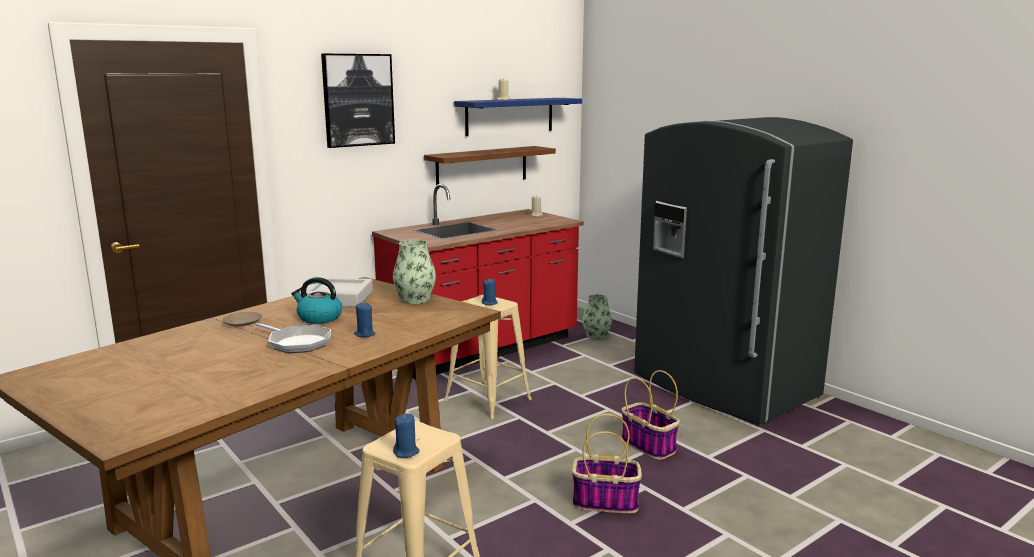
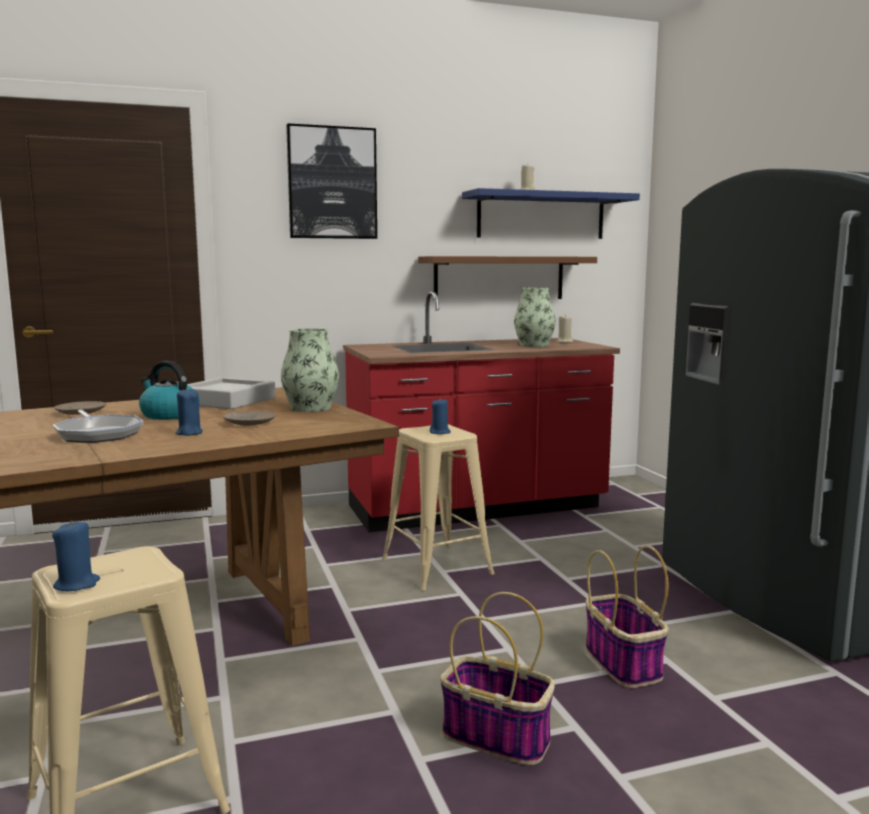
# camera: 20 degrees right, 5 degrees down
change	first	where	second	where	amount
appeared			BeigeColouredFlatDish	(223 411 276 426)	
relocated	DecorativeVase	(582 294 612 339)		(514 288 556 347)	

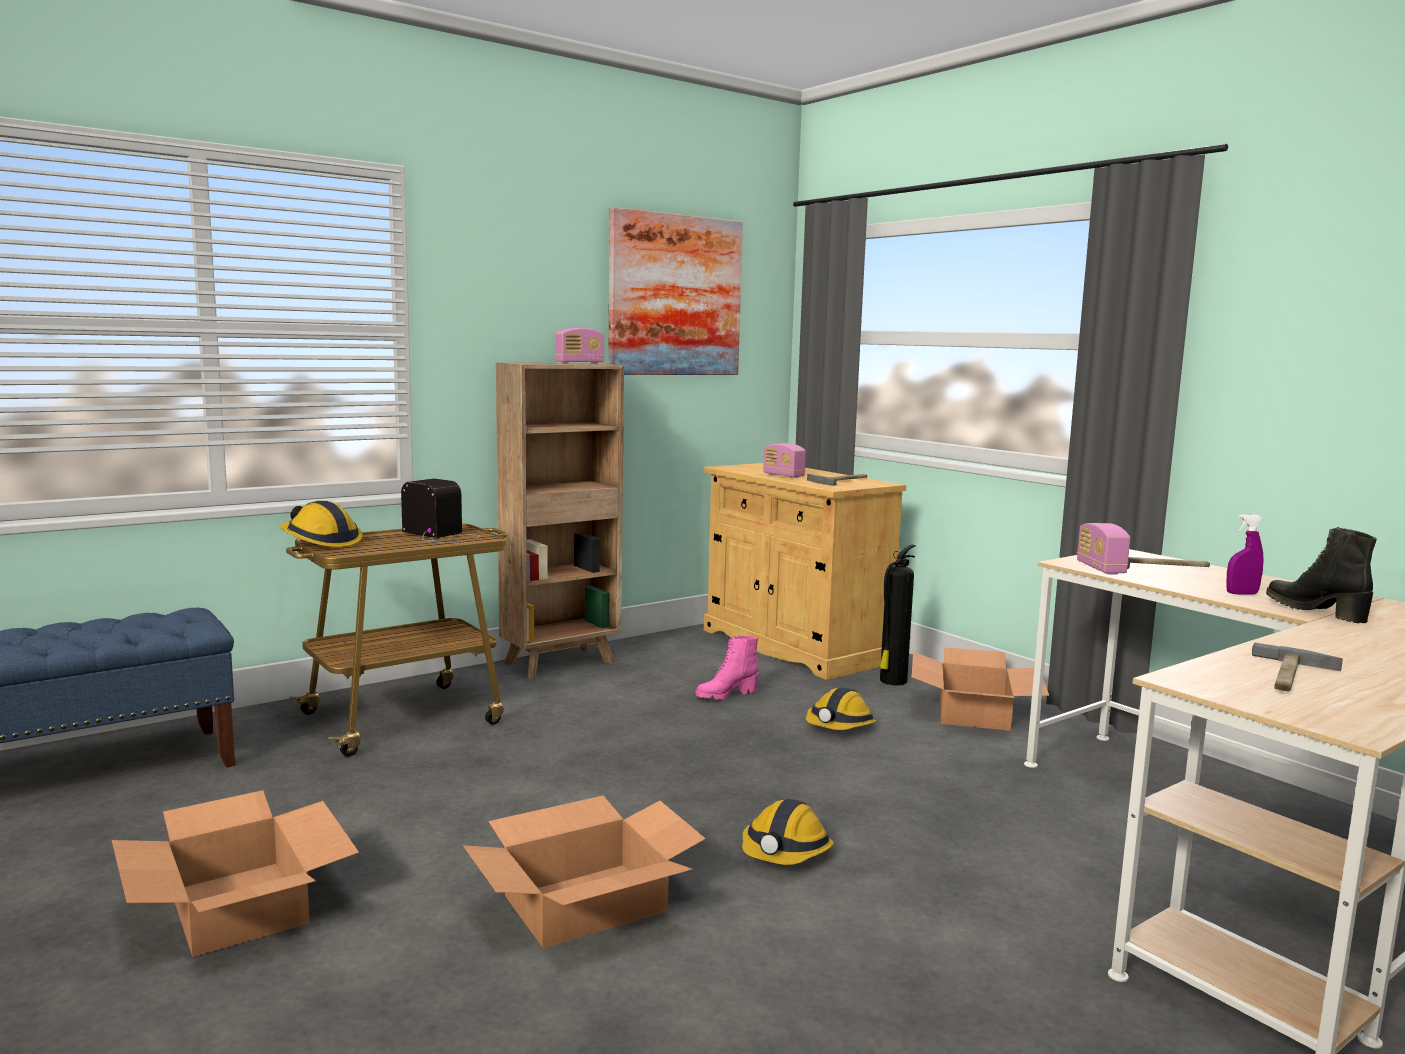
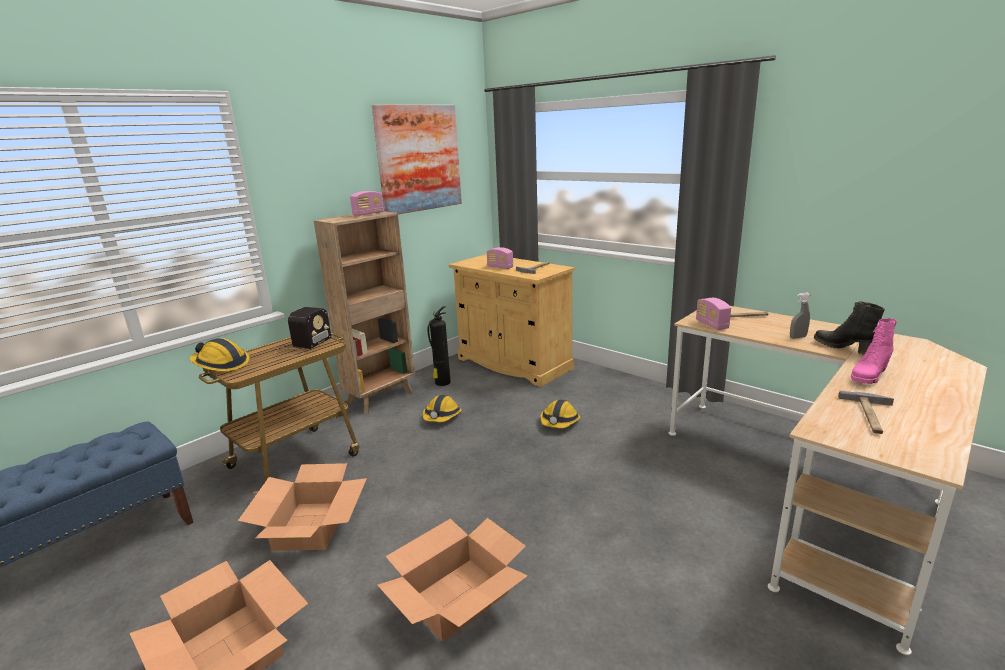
# camera: 10 degrees left, 10 degrees up
change	first	where	second	where	amount
relocated	Carton	(912 647 1049 731)		(238 463 367 551)	
spun	RadioSet	(401 478 480 544)		(274 307 331 356)	90 degrees clockwise
relocated	WorkHelmet	(742 799 834 865)		(423 395 462 422)	
relocated	FireExtinguisher	(879 545 916 686)		(428 306 451 386)	
colour	PurplishHandSprayer	(1226 514 1264 595)	GreyHandSprayer	(790 293 810 339)	
relocated	PinkishHighTopBoot	(695 636 758 700)		(851 318 897 384)	

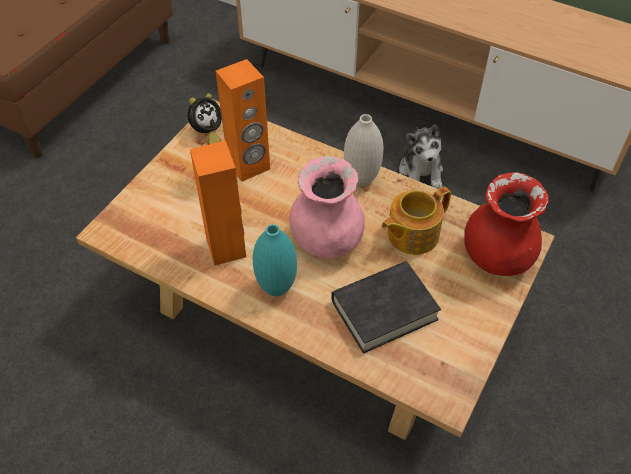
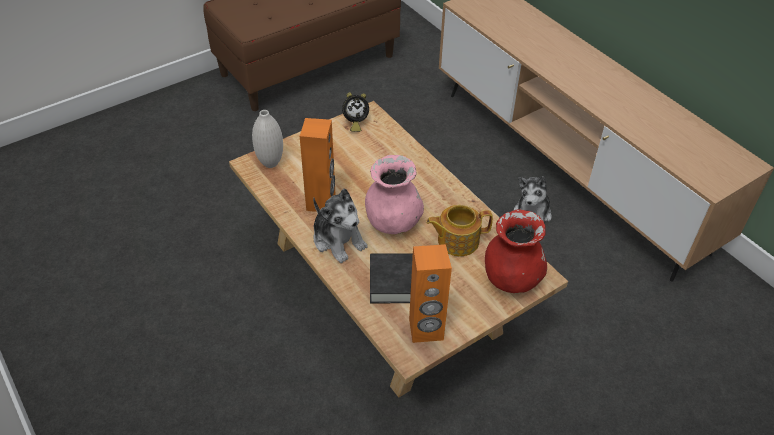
# camera: 25 degrees right, 5 degrees down
change	first	where	second	where	amount
relocated	WhitishDecorativeVase	(344 114 383 187)		(252 110 283 168)	
exchanged	BlueGreenDecorativeVase	(253 224 297 296)	CuddlyToy	(313 188 368 263)	
relocated	OrangeAudioSpeaker	(216 59 270 182)		(409 244 452 343)	

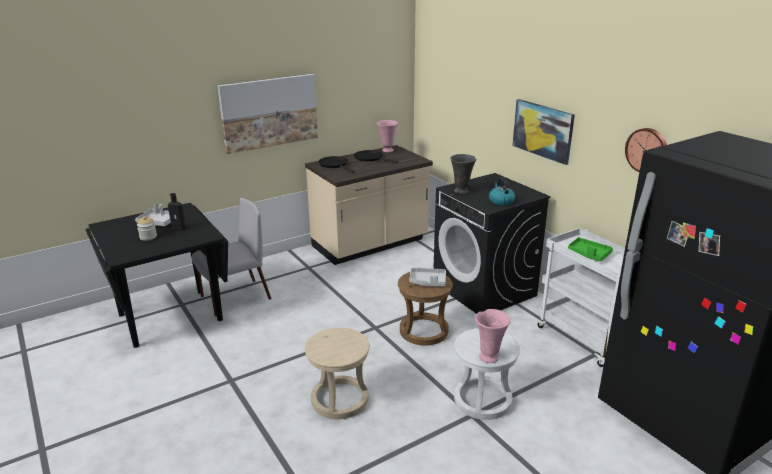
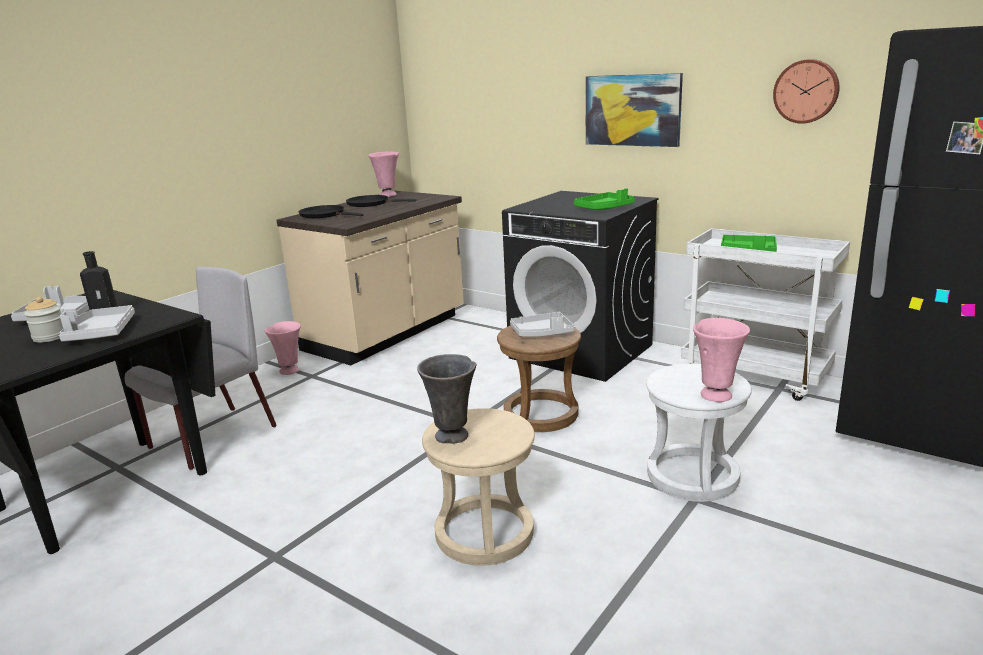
# camera: 20 degrees left, 5 degrees down
change	first	where	second	where	amount
appeared			GreyCarryingTray	(59 305 135 342)	
appeared			PinkishDecorativeVase	(265 321 301 375)	
relocated	GreyDecorativeVase	(450 154 476 194)		(417 354 476 444)	
exchanged	TeaKettle	(489 178 515 206)	GreenCarryingTray	(574 188 635 210)	
missing	Picture	(217 74 318 154)			

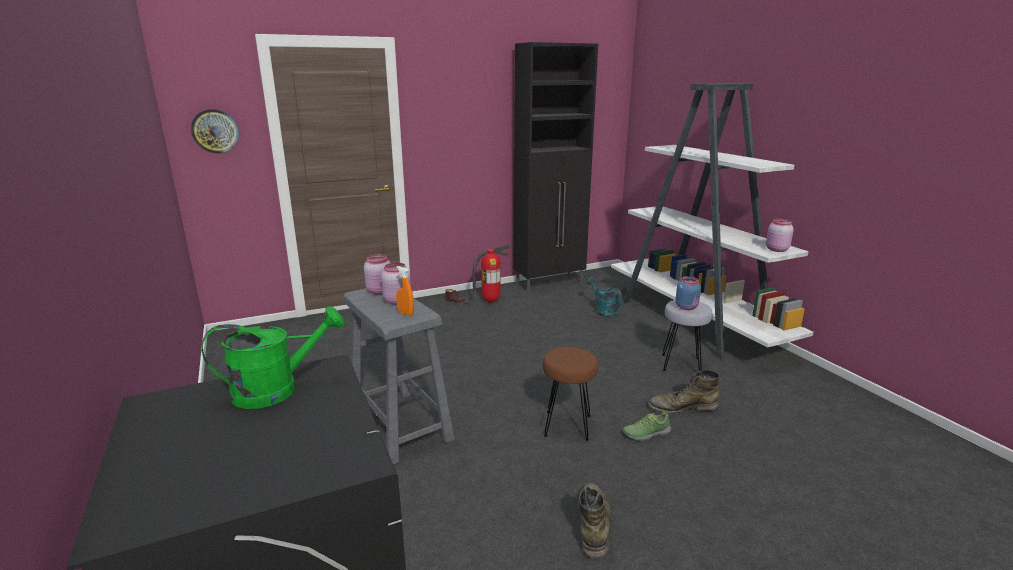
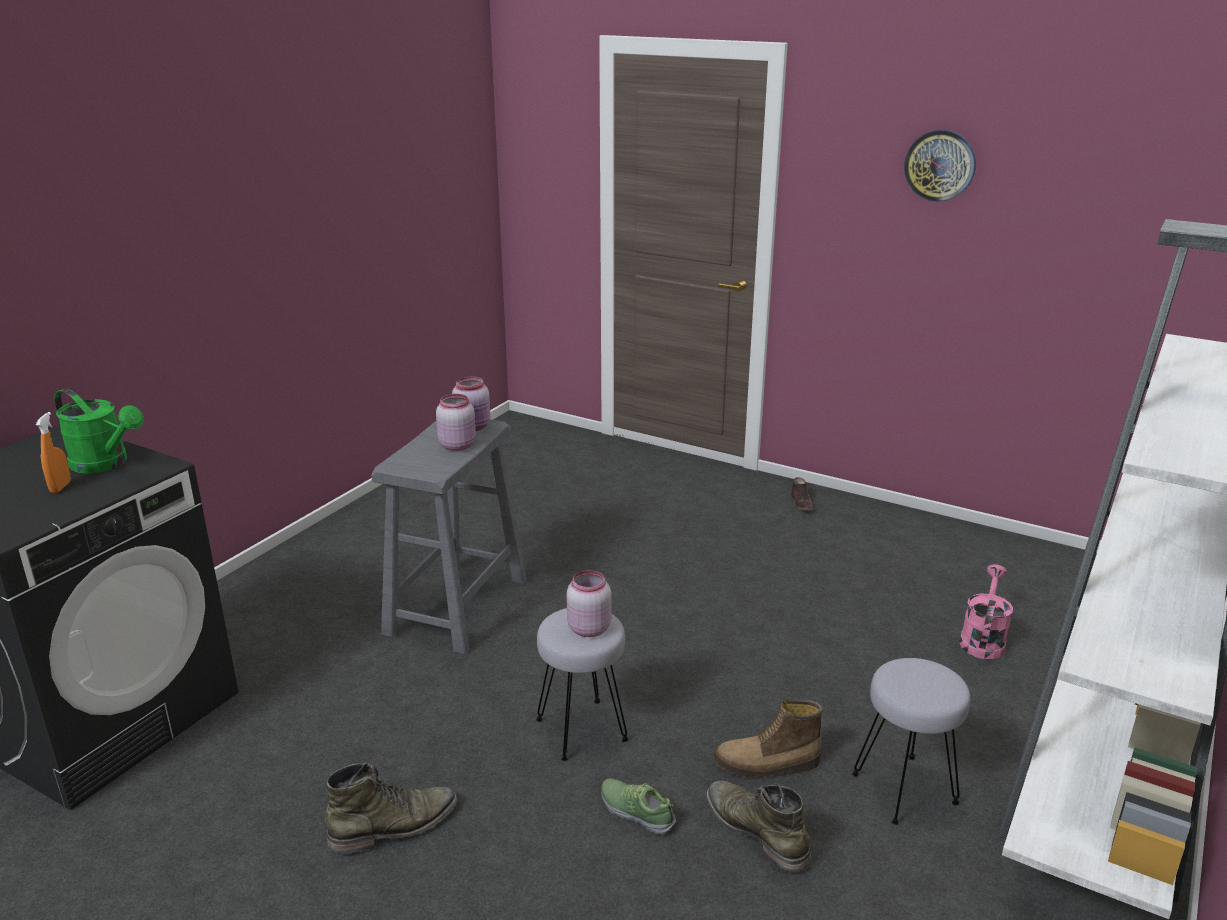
# camera: 55 degrees right, 5 degrees up
change	first	where	second	where	amount
relocated	OrangeHandSprayer	(396 266 414 316)		(36 412 71 493)	
colour	BrownStool	(543 347 598 441)	GreyStool	(536 608 629 761)	
relocated	PinkishJar	(766 218 793 252)		(567 570 612 637)	
appeared			HighTopBoot	(713 699 823 779)	
relocated	ClockOnTheWall	(191 109 239 154)		(904 129 976 202)	
colour	BlueGreenSprinklingCan	(587 277 622 318)	PinkishSprinklingCan	(959 565 1013 659)	
missing	FireExtinguisher	(472 244 510 302)			
missing	BlackColouredStorageCabinet	(514 42 598 292)			
missing	BluishJar	(675 276 701 310)			

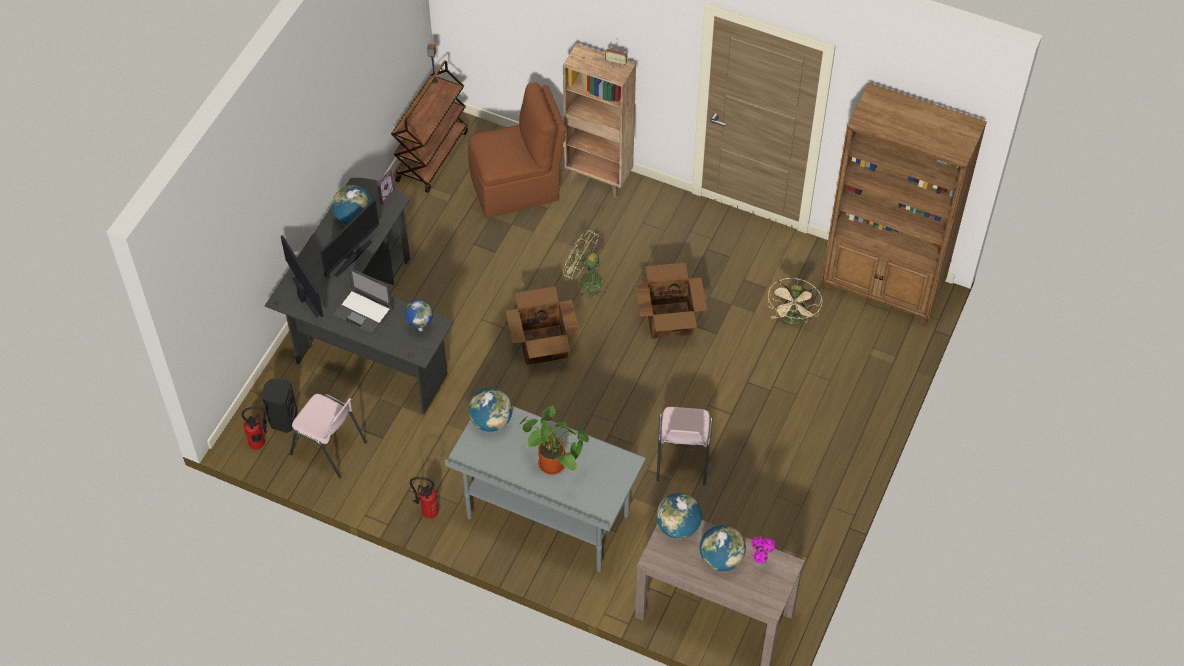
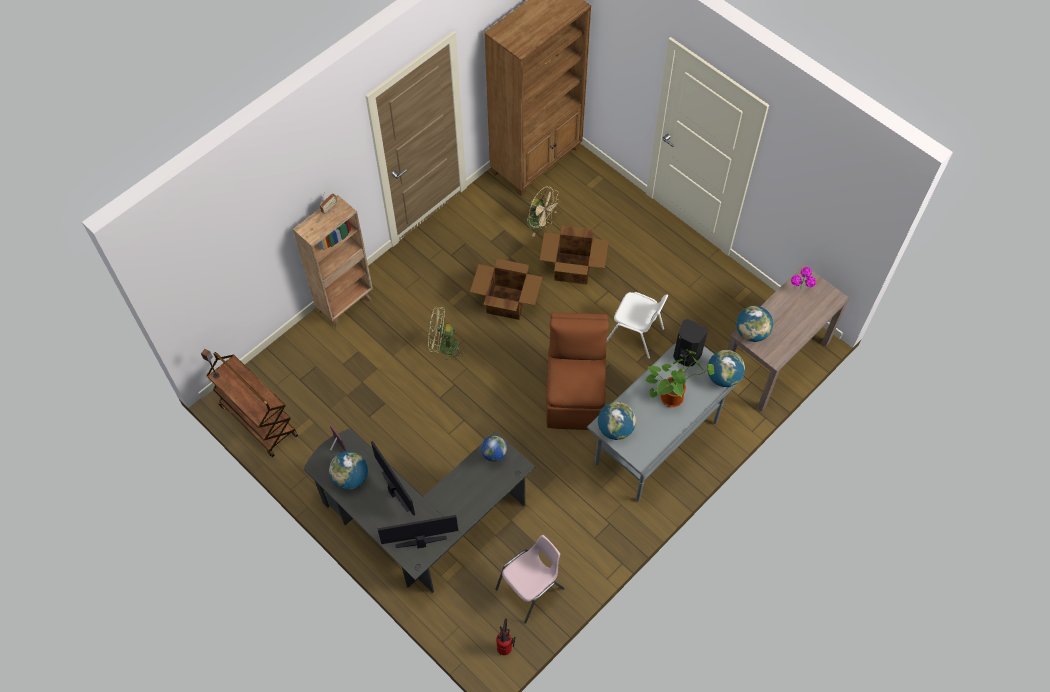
# camera: 70 degrees left, 5 degrees up
change	first	where	second	where	amount
spun	GreenFan	(563 230 606 298)		(428 307 465 361)	45 degrees clockwise
relocated	Carton	(505 286 580 365)		(540 226 609 285)	
relocated	BrownUprightChair	(468 82 566 218)		(546 312 609 430)	
colour	PinkishUprightChair	(656 407 713 485)	WhitishUprightChair	(606 292 668 359)	
relocated	BlackColouredAudioSpeaker	(262 379 298 433)		(673 319 708 367)	
relocated	WorldGlobe	(700 525 746 571)		(708 350 745 387)	
missing	NotebookComputer	(331 267 393 336)			
missing	FireExtinguisher	(410 477 439 518)			

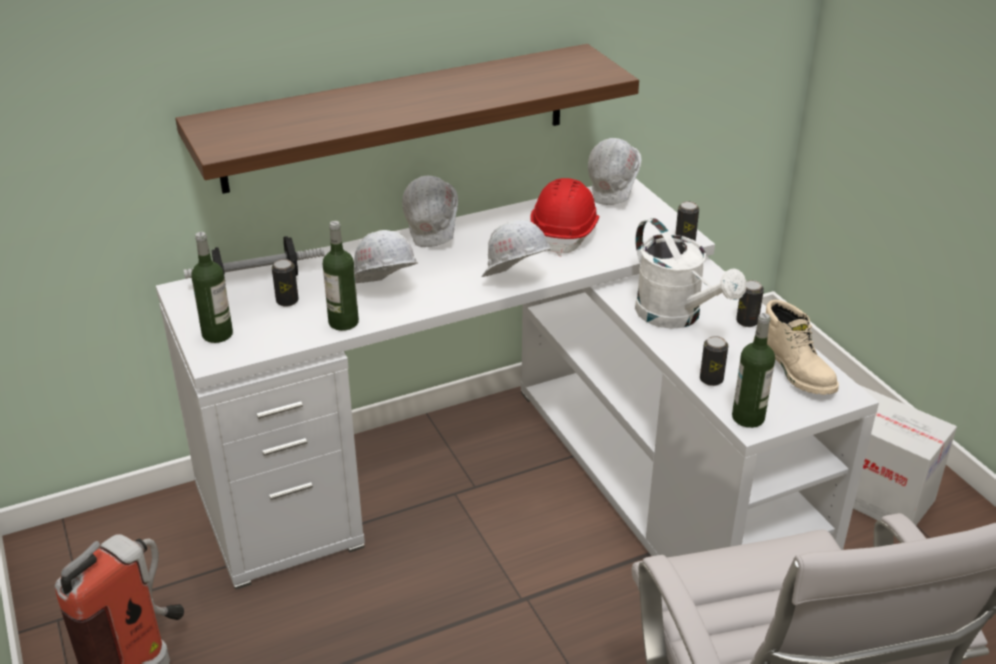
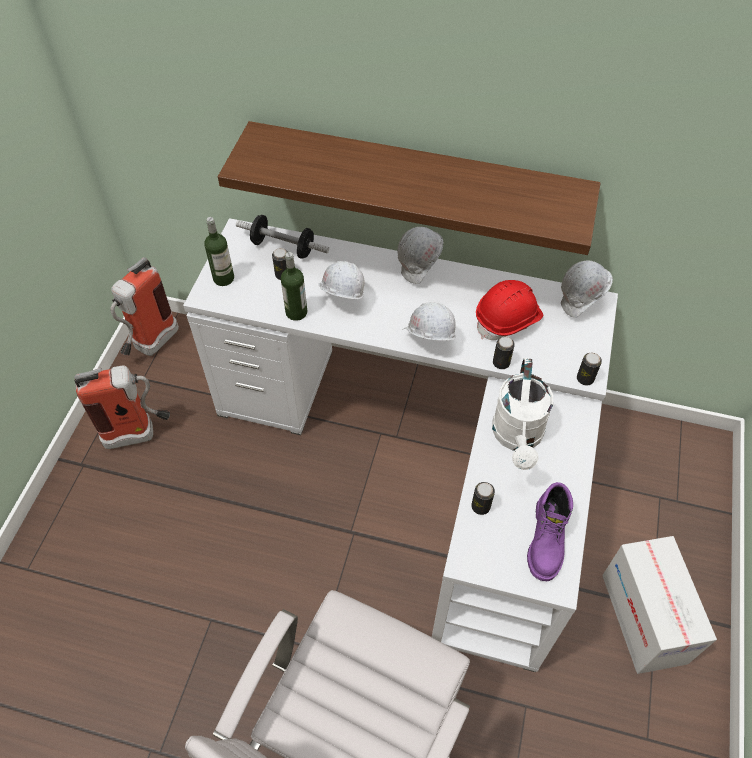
# camera: 40 degrees right, 20 degrees up
change	first	where	second	where	amount
appeared			FireExtinguisher	(110 257 179 356)	
relocated	MetalCan	(736 280 764 327)		(493 337 515 369)	
colour	BeigeColouredHighTopBoot	(753 300 839 395)	PurplishHighTopBoot	(527 482 573 581)	
missing	Bottle	(732 313 775 428)			

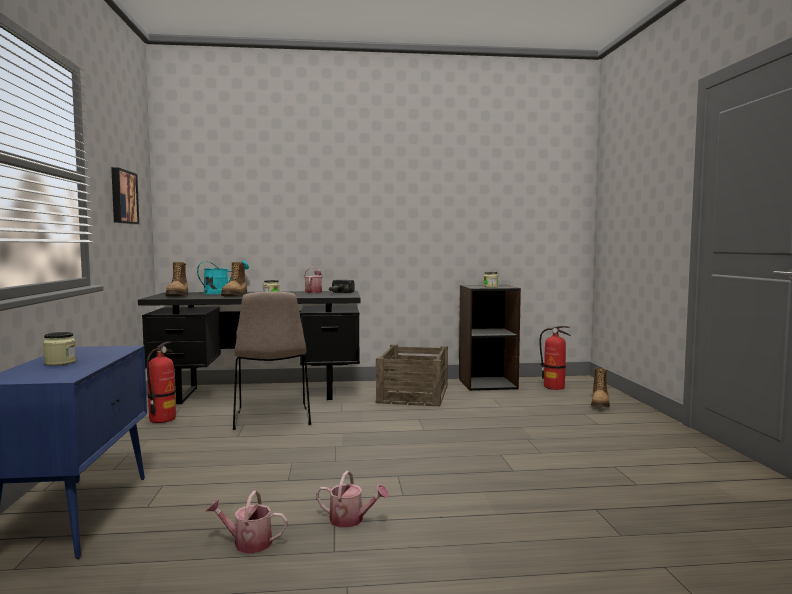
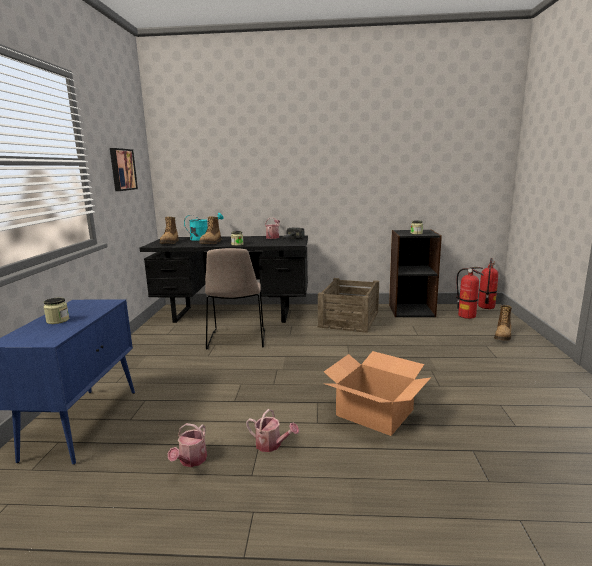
# camera: 10 degrees right, 10 degrees up
change	first	where	second	where	amount
spun	SprinklingCan	(206 491 288 553)		(168 423 207 467)	90 degrees counterclockwise
appeared			Carton	(323 351 431 436)	
relocated	FireExtinguisher	(147 342 176 423)		(478 258 498 309)	

